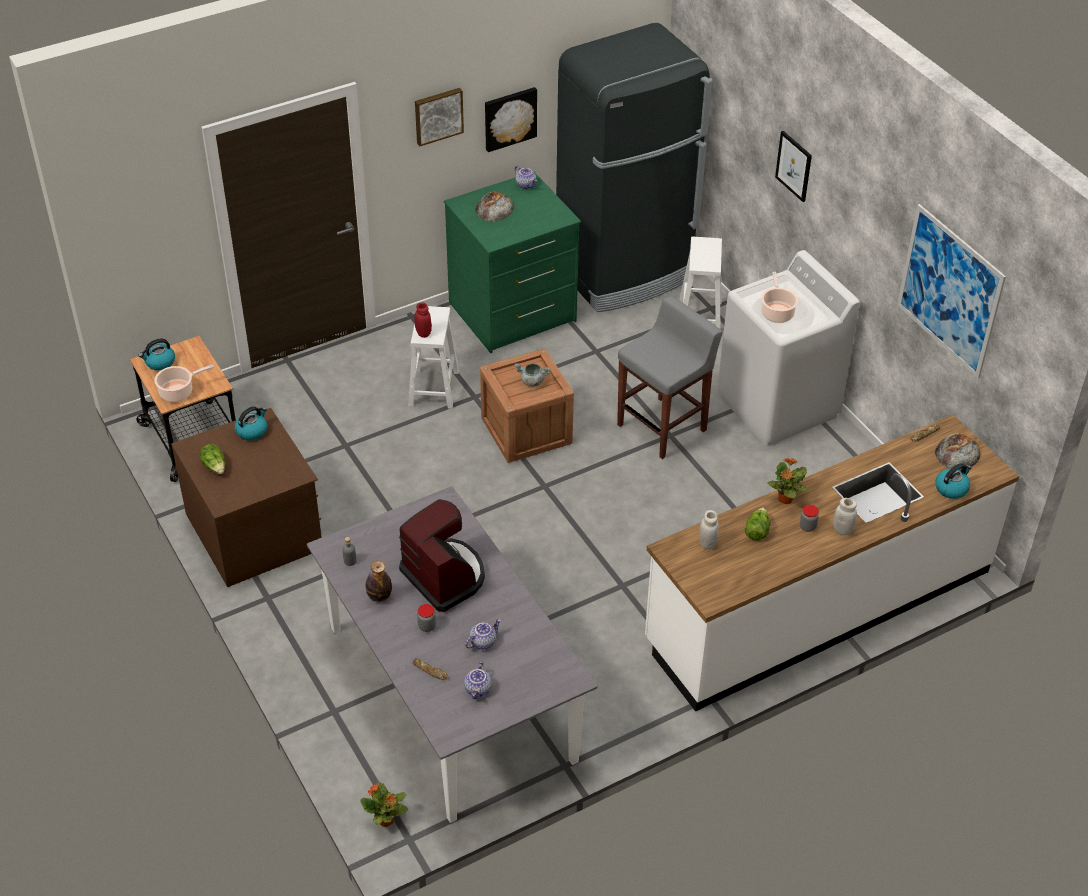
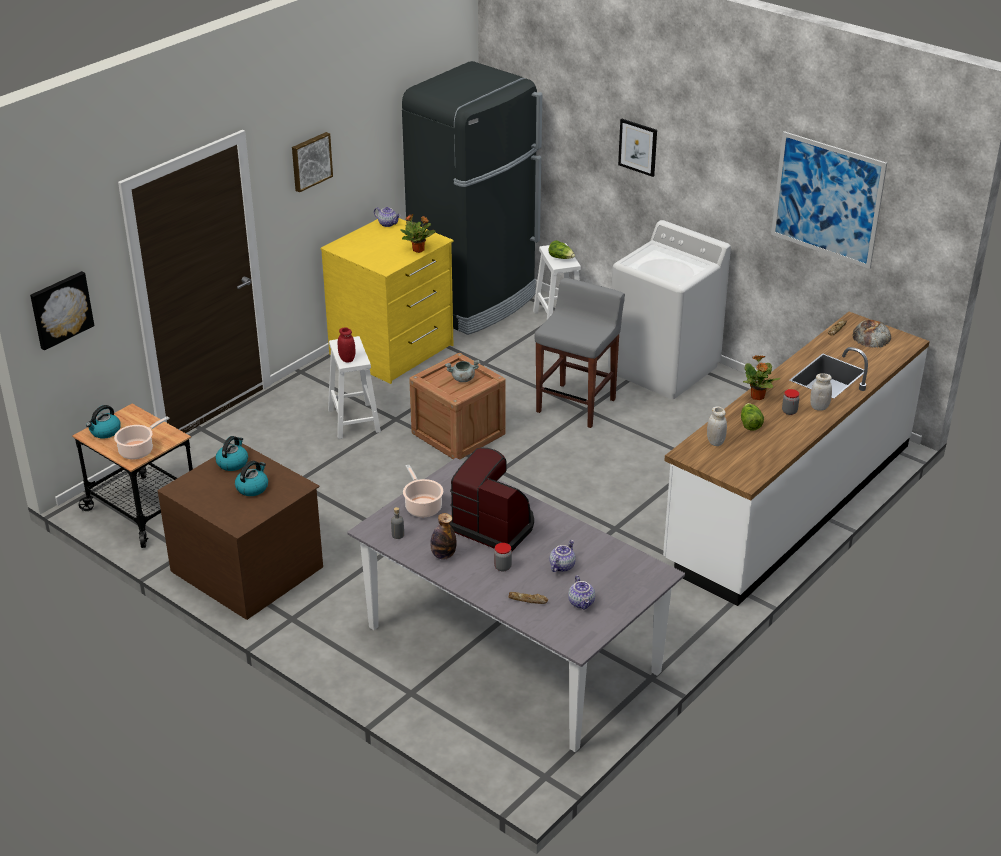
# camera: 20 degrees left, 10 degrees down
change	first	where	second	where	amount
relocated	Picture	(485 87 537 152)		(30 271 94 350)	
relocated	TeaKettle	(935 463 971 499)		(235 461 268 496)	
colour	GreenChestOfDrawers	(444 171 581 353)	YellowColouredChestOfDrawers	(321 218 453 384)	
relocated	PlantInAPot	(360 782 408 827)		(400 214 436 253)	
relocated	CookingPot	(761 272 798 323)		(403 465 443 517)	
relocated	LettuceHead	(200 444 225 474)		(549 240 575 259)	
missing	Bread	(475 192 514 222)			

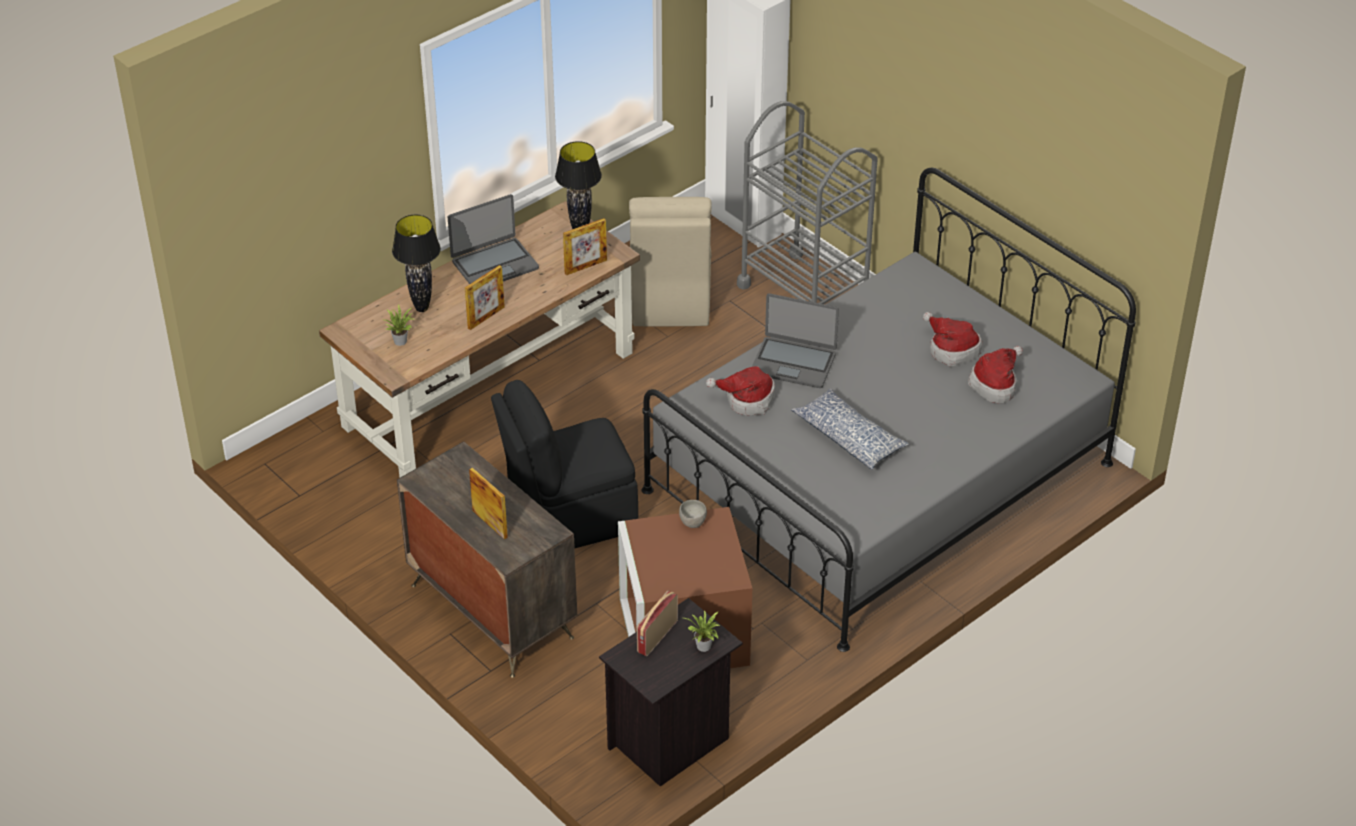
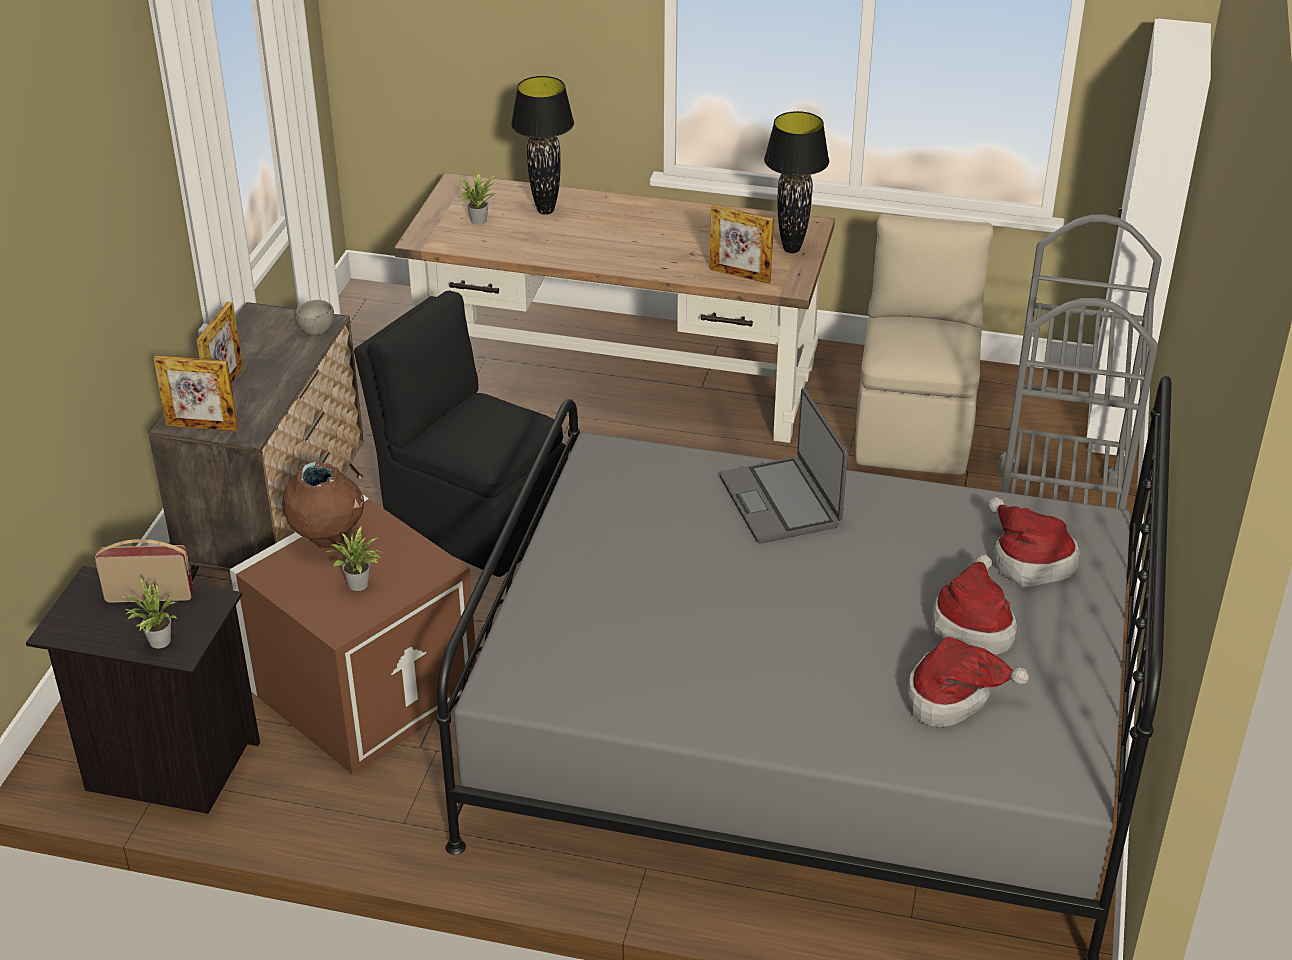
# camera: 55 degrees right, 5 degrees down
change	first	where	second	where	amount
relocated	PictureFrame	(465 265 505 330)		(153 355 238 431)	
appeared			BrownDecorativeVase	(282 462 364 548)	
relocated	GreyServingBowl	(679 500 707 528)		(296 300 334 335)	
appeared			PlantInAPot	(325 526 383 591)	
spun	BeigeColouredUprightChair	(629 197 712 326)		(855 214 993 475)	135 degrees clockwise
relocated	WearableHat	(706 366 775 415)		(988 497 1080 587)	
missing	NotebookComputer	(448 194 539 284)			
missing	Pillow	(791 388 909 470)			

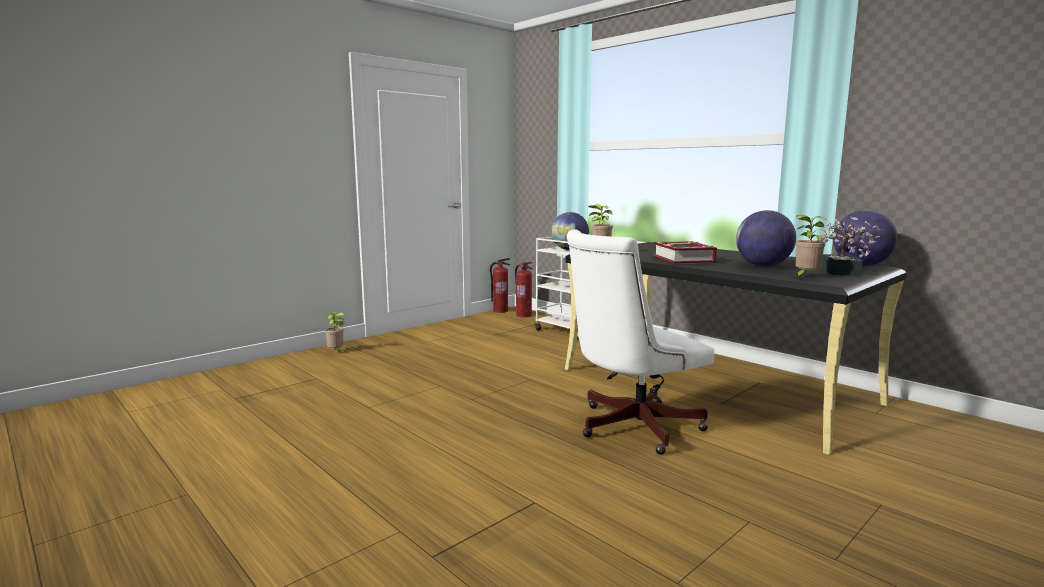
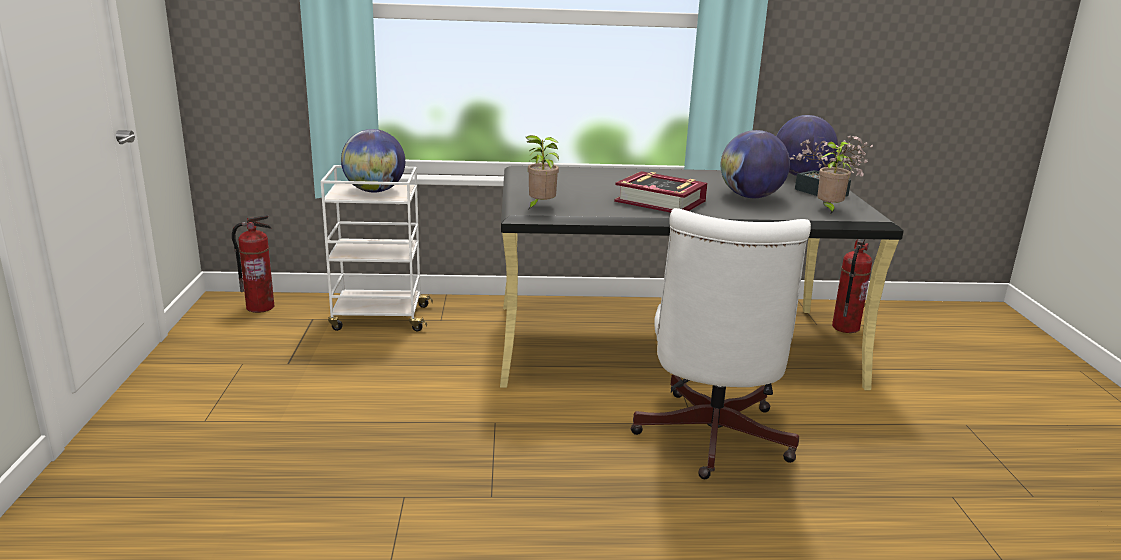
# camera: 50 degrees left, 10 degrees up
change	first	where	second	where	amount
relocated	FireExtinguisher	(490 258 510 313)		(832 239 872 333)	
missing	PlantInAPot	(325 312 346 353)			

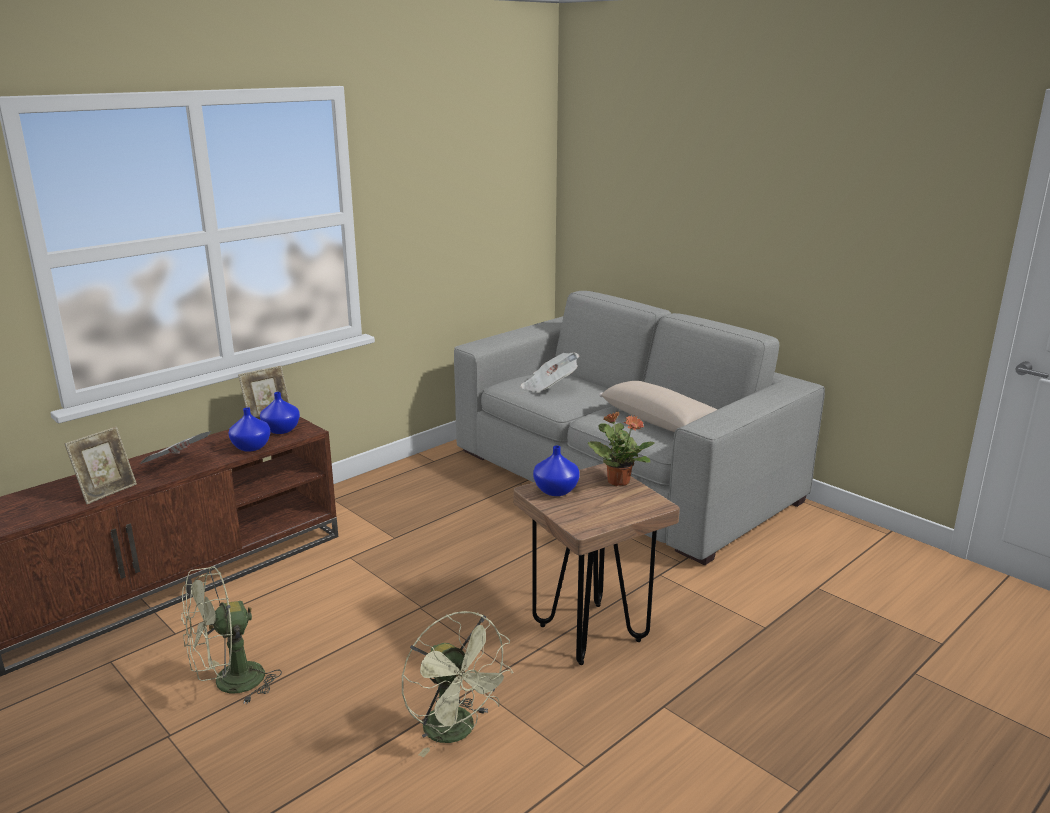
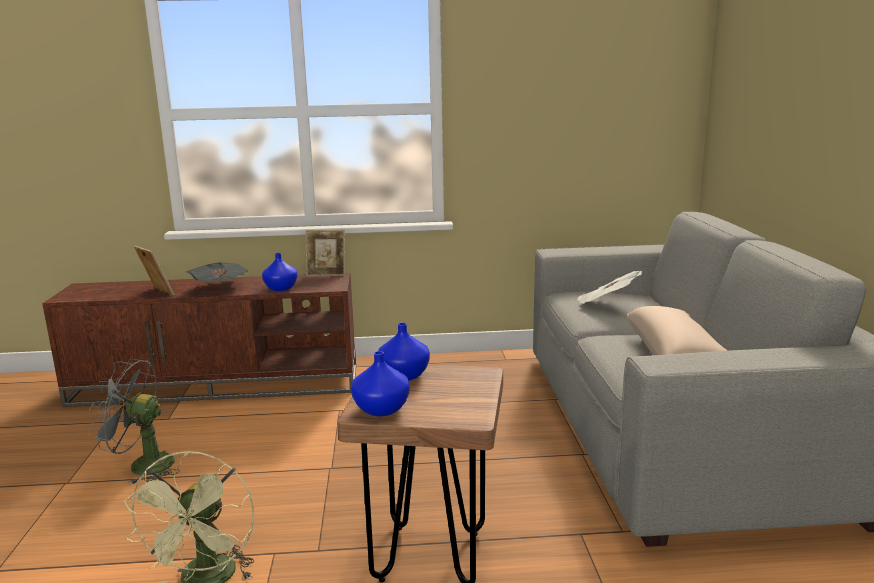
# camera: 40 degrees right, 5 degrees down
change	first	where	second	where	amount
colour	GreenFan	(181 566 282 704)	GreyFan	(89 359 179 485)	
spun	PictureFrame	(65 426 137 504)		(134 246 175 295)	120 degrees counterclockwise
relocated	BluishDecorativeVase	(260 392 300 434)		(351 351 410 416)	
missing	PlantInAPot	(588 412 655 486)			

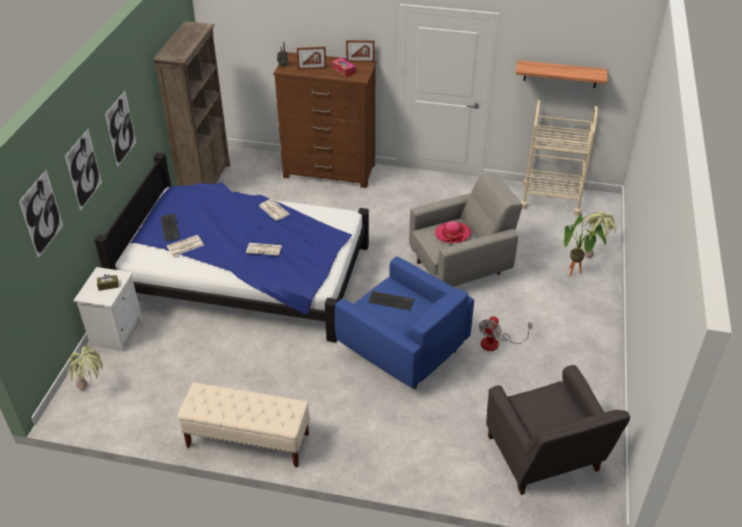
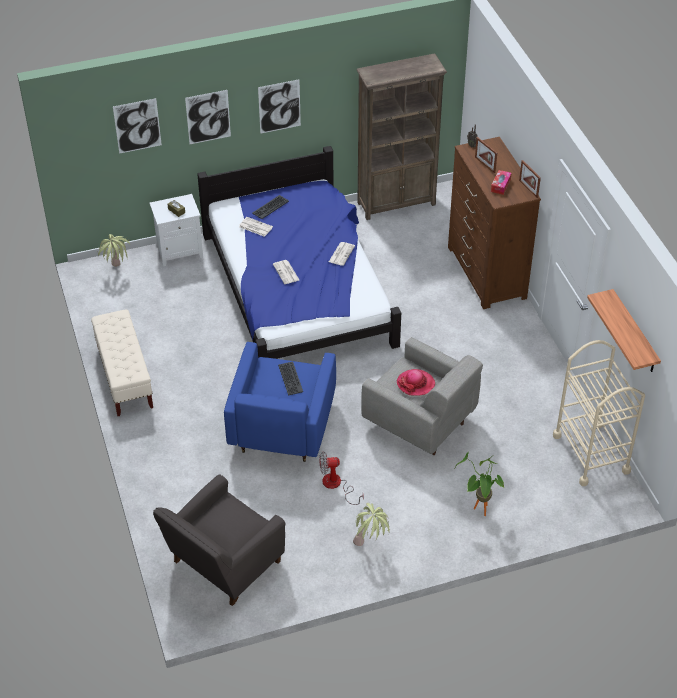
# camera: 60 degrees right, 5 degrees up
change	first	where	second	where	amount
relocated	PlantInAPot	(581 212 617 258)		(353 503 390 546)	

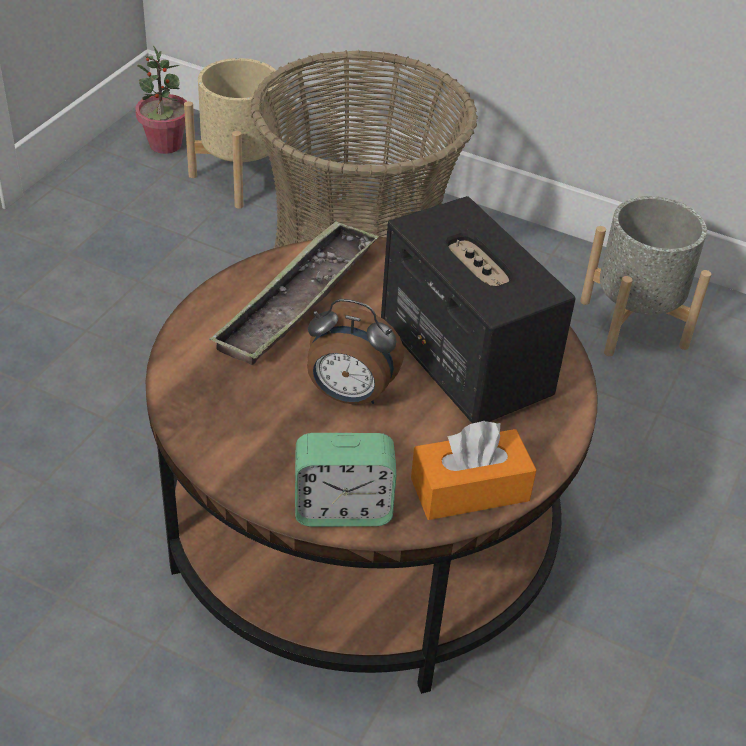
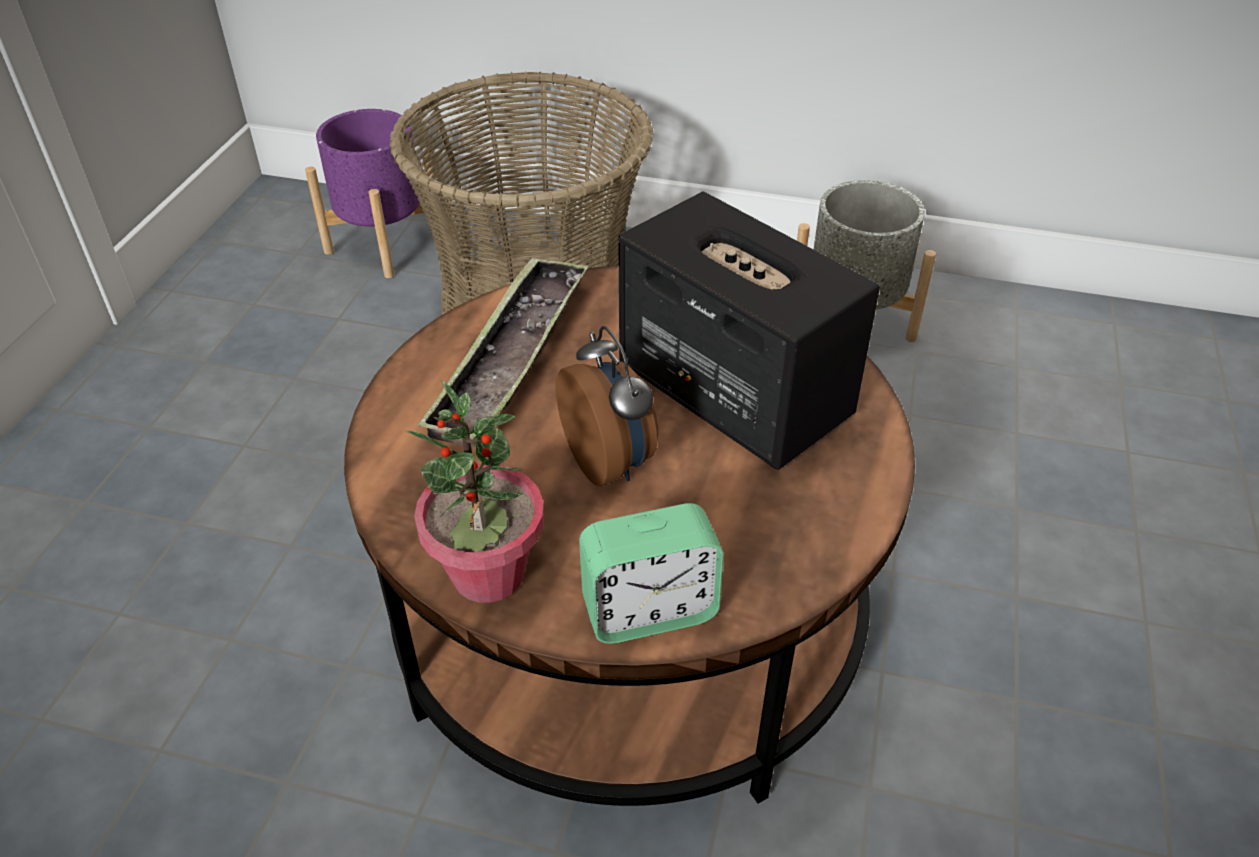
# camera: 10 degrees left, 0 degrees up
change	first	where	second	where	amount
colour	BeigeColouredPlantPot	(184 58 296 209)	PurplishPlantPot	(305 109 436 278)	
relocated	PlantInAPot	(135 46 187 154)		(406 380 544 603)	
spun	AlarmClock	(307 299 404 404)		(556 326 658 486)	120 degrees counterclockwise
missing	OrangeBoxOfTissues	(411 421 536 520)			

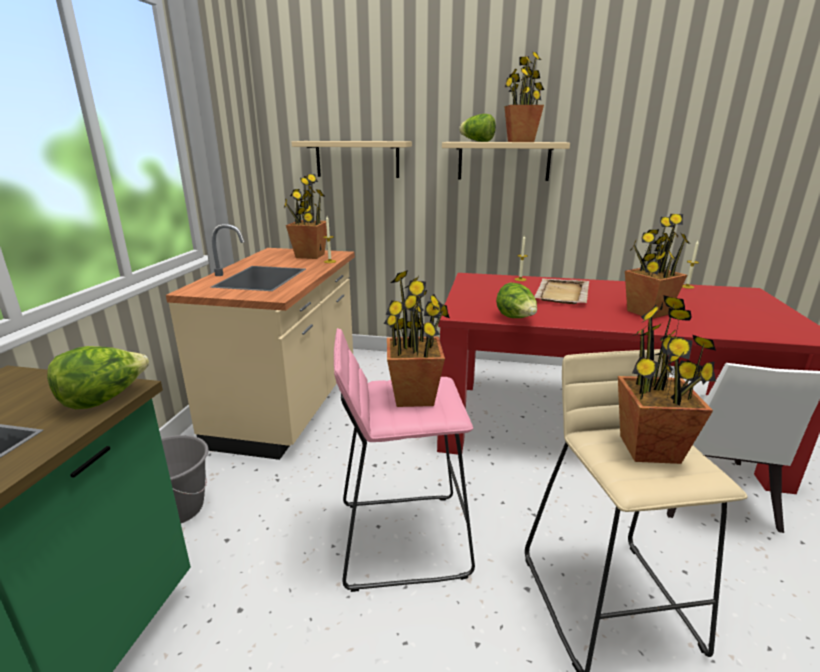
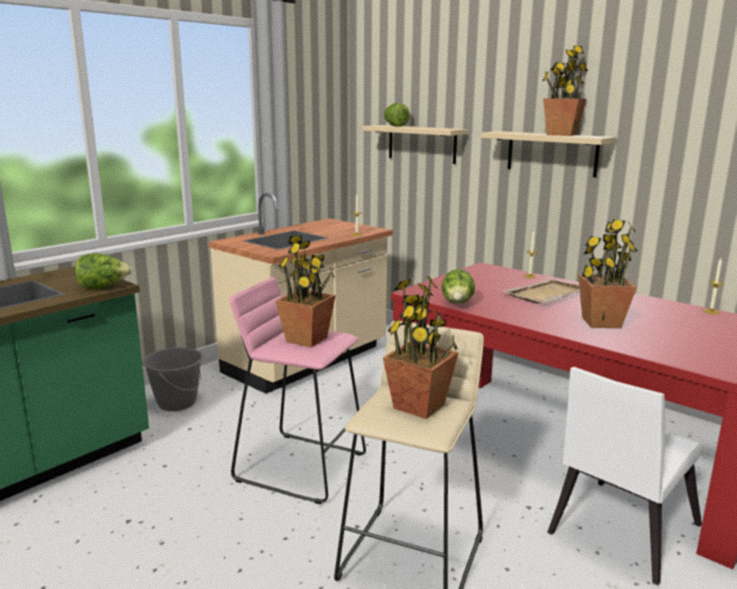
# camera: 30 degrees right, 5 degrees down
change	first	where	second	where	amount
relocated	LettuceHead	(459 114 496 142)		(384 103 410 127)	
missing	PlantInAPot	(284 174 327 259)			

